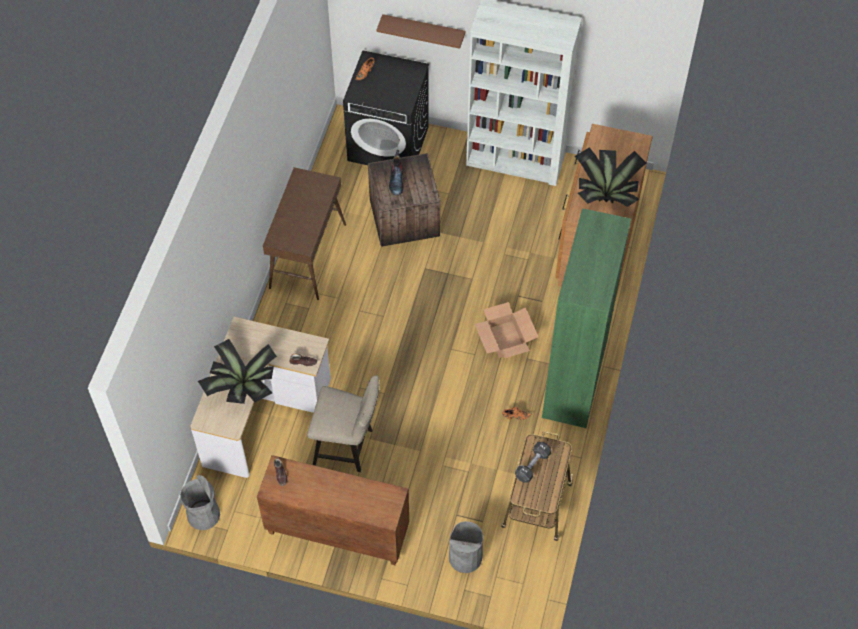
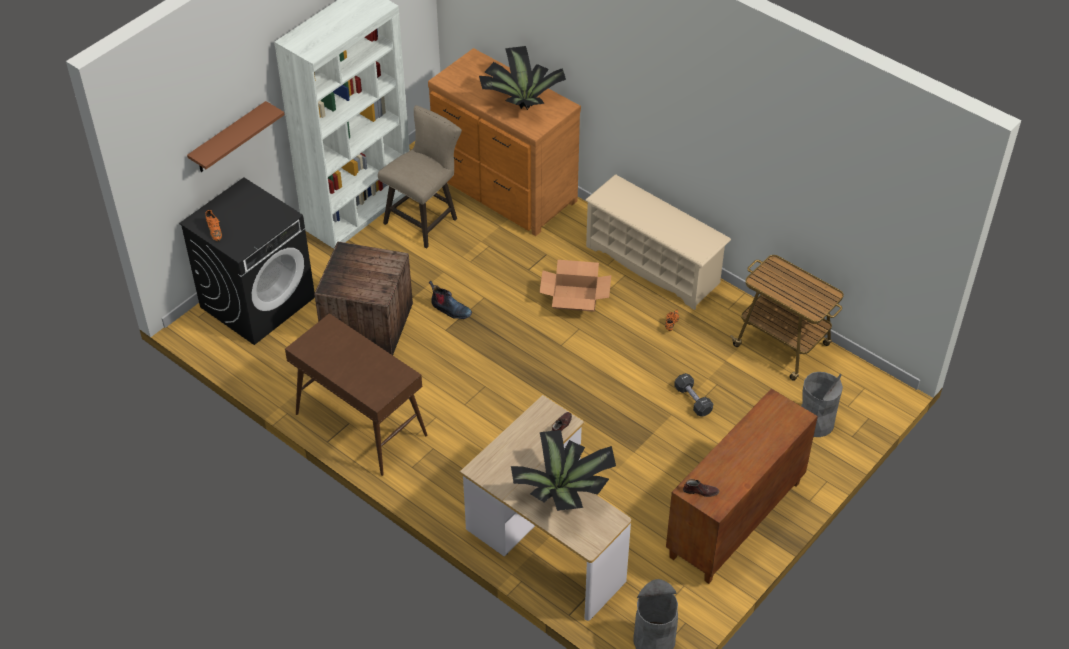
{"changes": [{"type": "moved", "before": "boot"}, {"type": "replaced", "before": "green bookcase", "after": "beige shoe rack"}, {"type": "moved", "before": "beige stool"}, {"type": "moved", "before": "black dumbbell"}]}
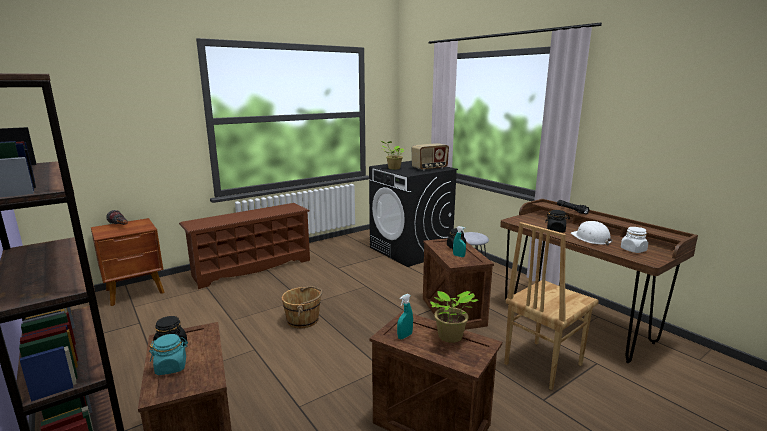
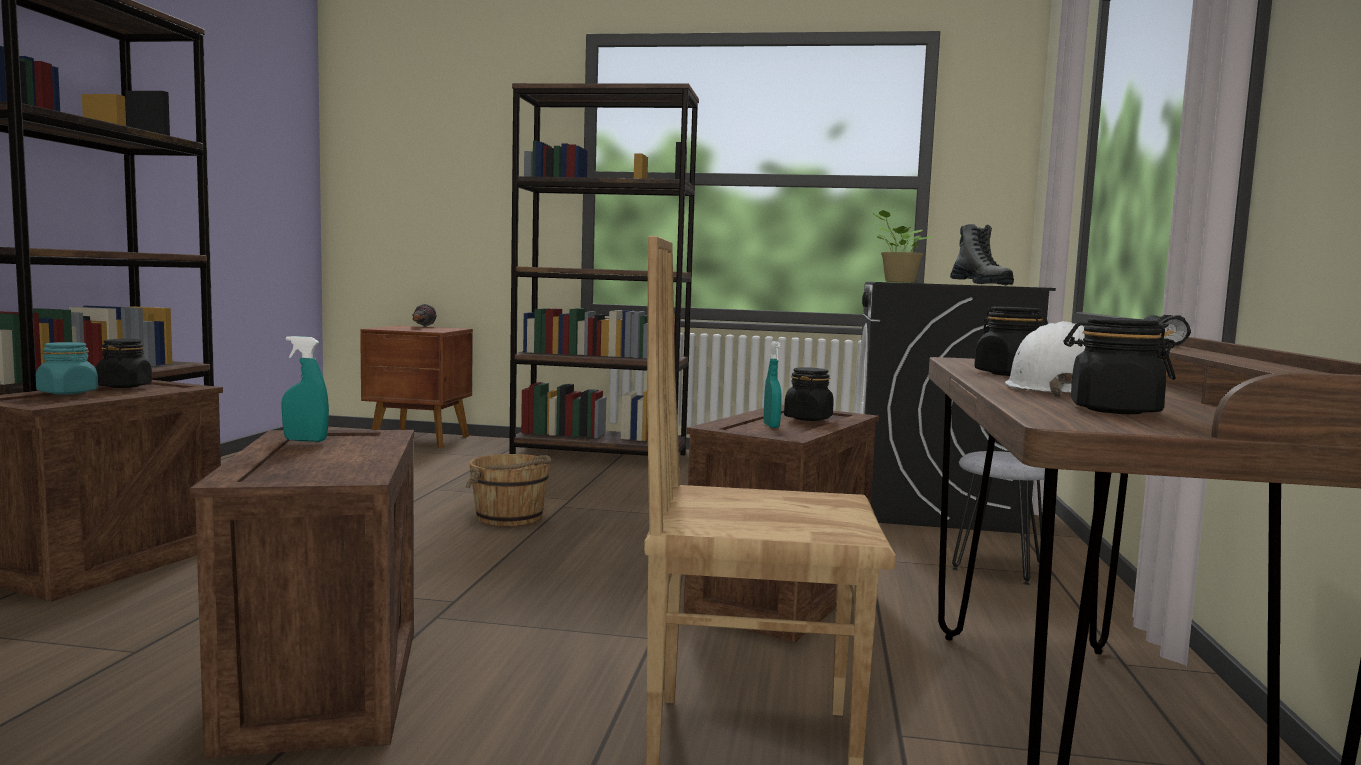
{"changes": [{"type": "replaced", "before": "radio", "after": "boot"}, {"type": "replaced", "before": "brown shoe rack", "after": "brown bookcase (2nd from left)"}, {"type": "recoloured", "before": "white jar", "after": "black jar (4th from left)"}, {"type": "removed", "before": "potted plant (2nd from left)"}]}
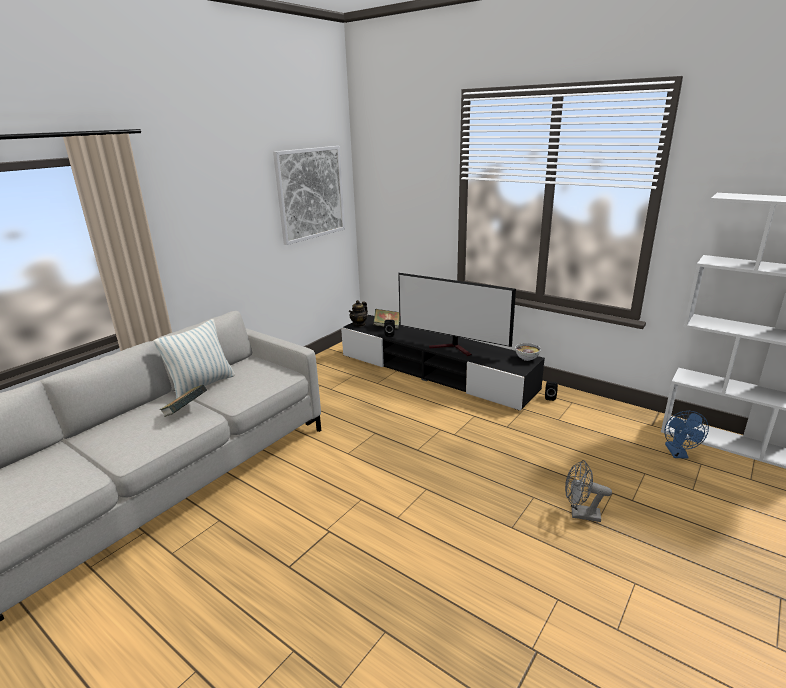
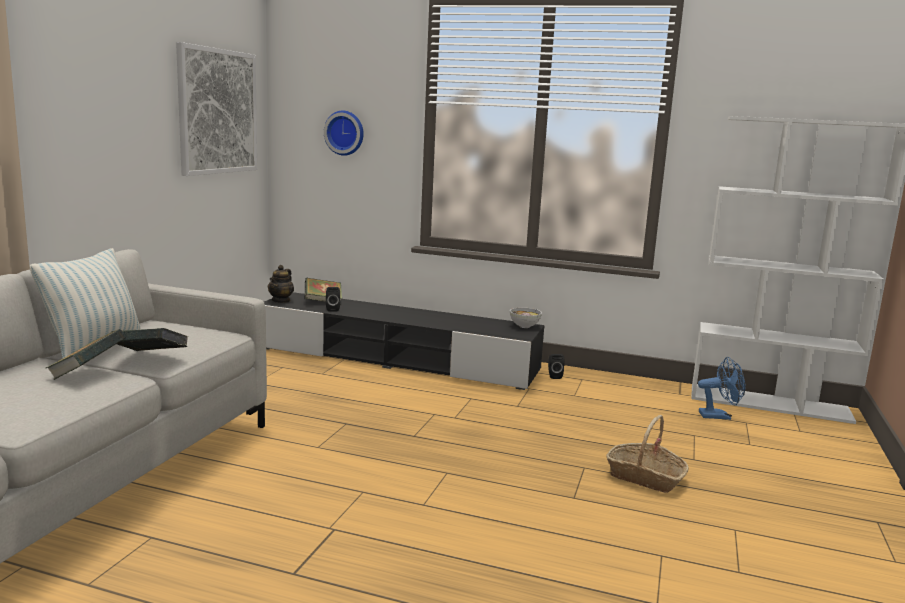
{"changes": [{"type": "removed", "before": "television"}, {"type": "turned", "before": "blue fan", "turn": -75}, {"type": "replaced", "before": "grey fan", "after": "basket"}, {"type": "added", "after": "wall clock"}, {"type": "added", "after": "book (2nd from left)"}]}
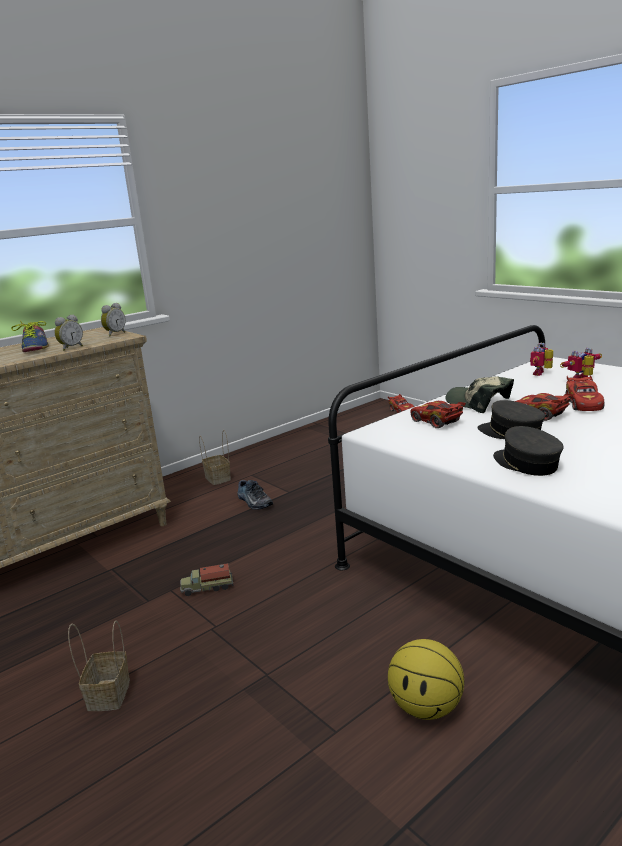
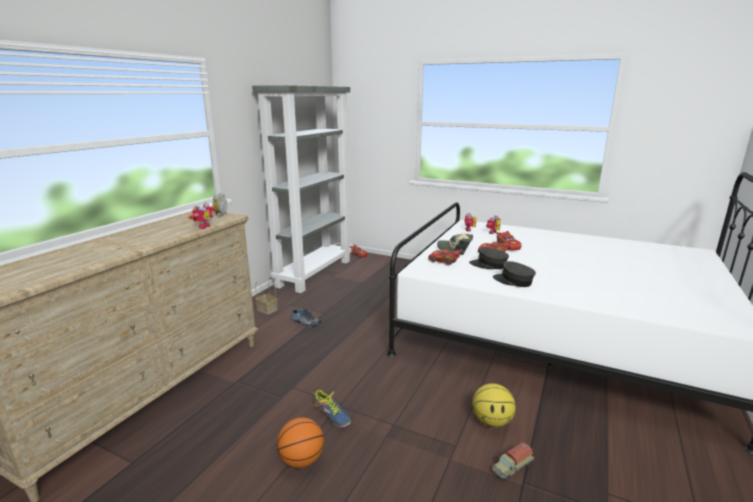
{"changes": [{"type": "replaced", "before": "alarm clock (1st from left)", "after": "toy robot (1st from left)"}, {"type": "moved", "before": "shoe (1st from left in the first image)", "after": "shoe (2nd from left)"}, {"type": "moved", "before": "toy truck"}, {"type": "replaced", "before": "basket (1st from left)", "after": "basketball (1st from left)"}, {"type": "added", "after": "grey bookcase"}]}
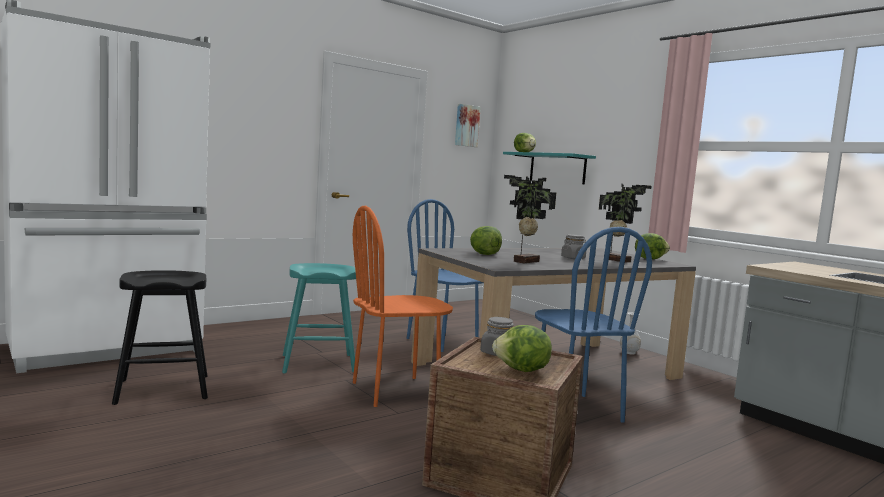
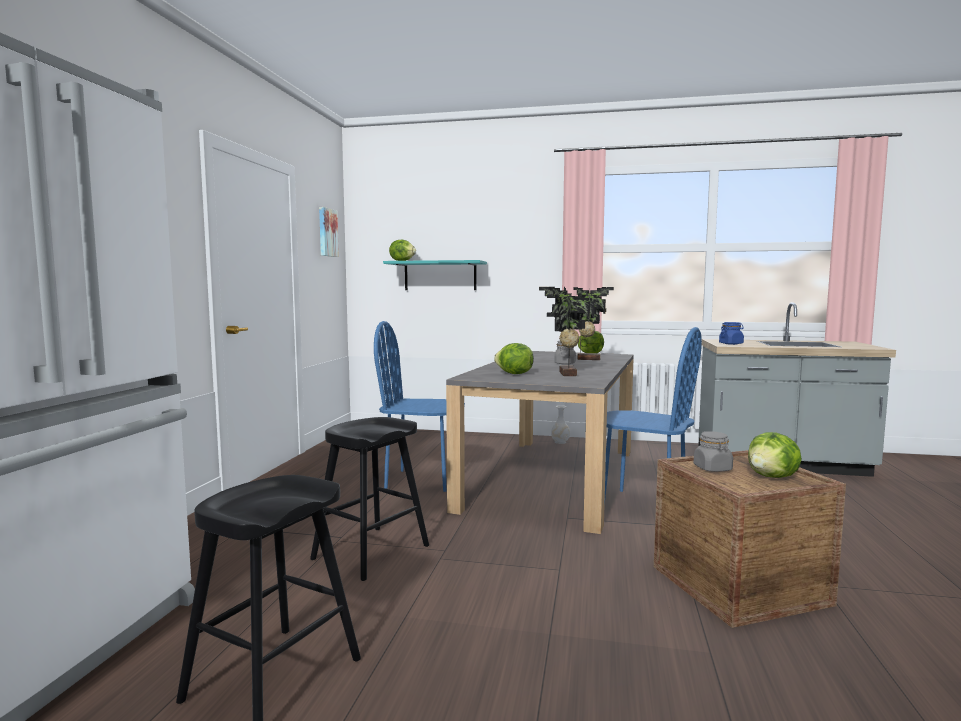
{"changes": [{"type": "removed", "before": "orange chair"}, {"type": "recoloured", "before": "turquoise stool", "after": "black stool (2nd from left)"}, {"type": "added", "after": "blue jar"}]}
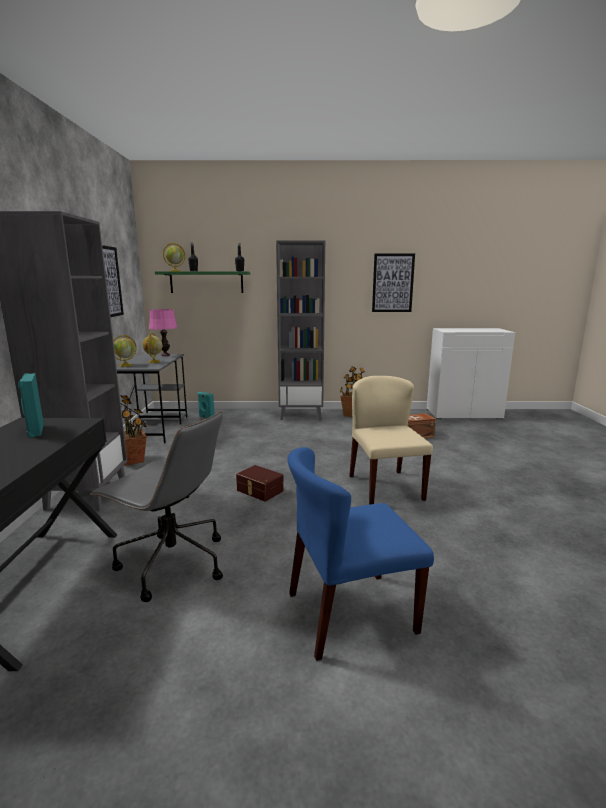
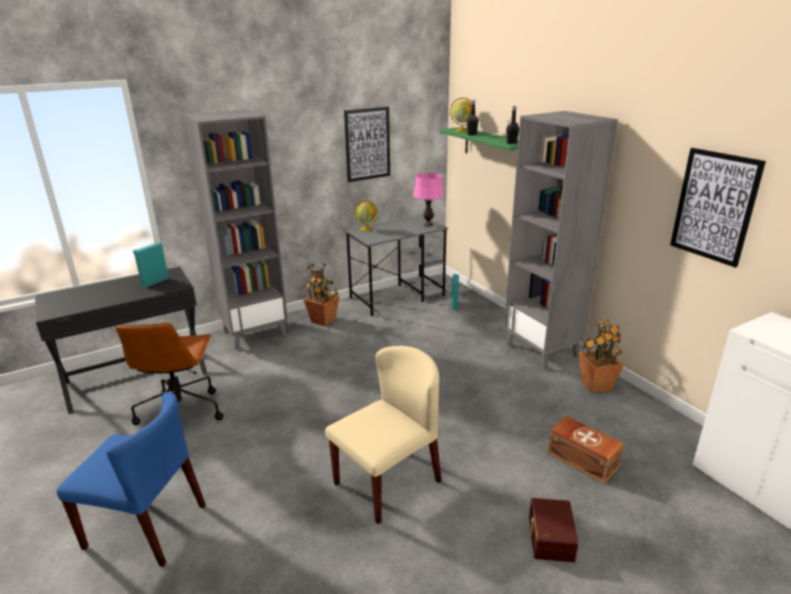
{"changes": [{"type": "removed", "before": "globe (2nd from left)"}, {"type": "recoloured", "before": "grey office chair", "after": "brown office chair"}, {"type": "turned", "before": "blue chair", "turn": 150}, {"type": "moved", "before": "brown storage box (1st from left)"}]}
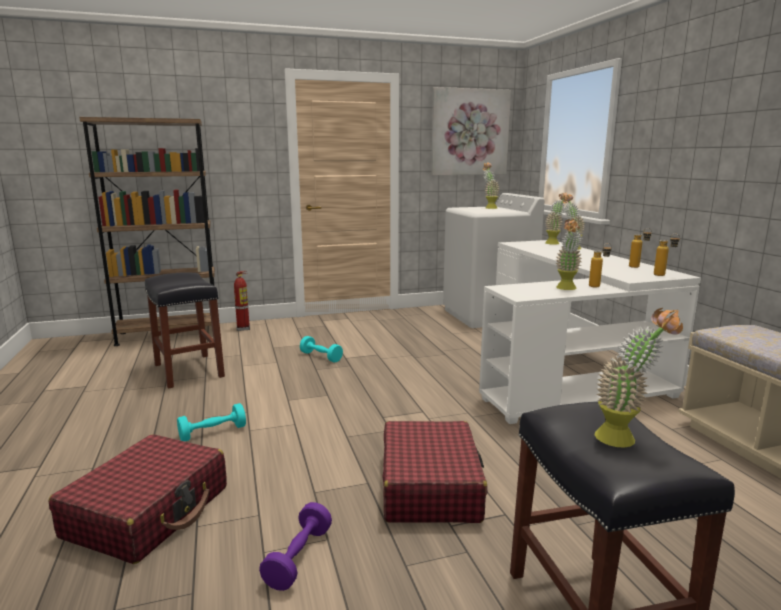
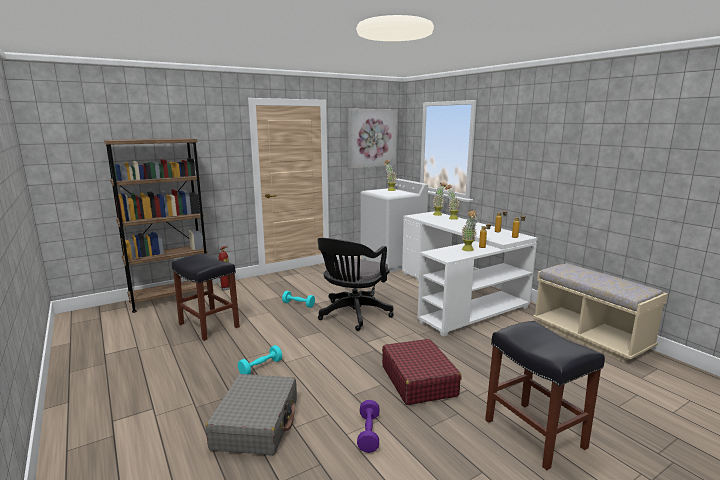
{"changes": [{"type": "removed", "before": "potted plant (5th from left)"}, {"type": "recoloured", "before": "red suitcase (1st from left)", "after": "grey suitcase"}, {"type": "added", "after": "black office chair"}]}
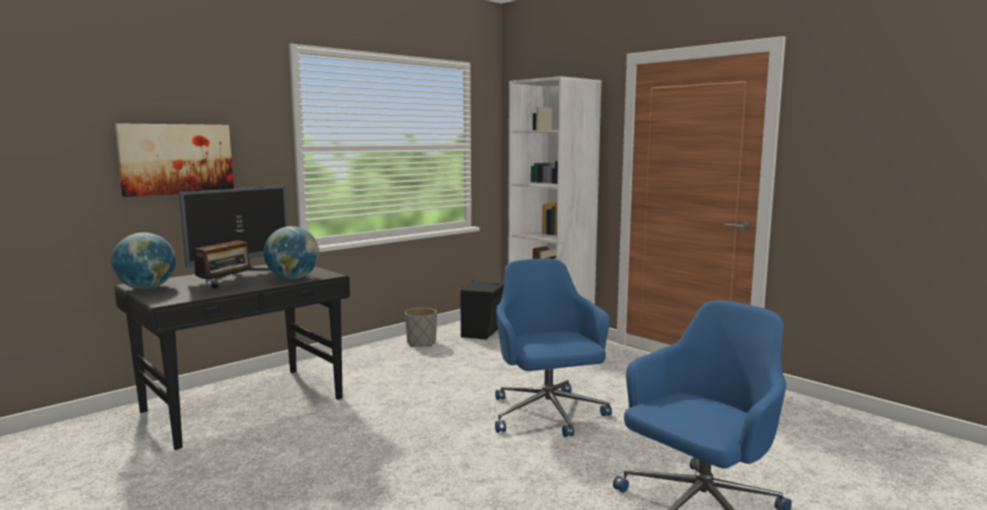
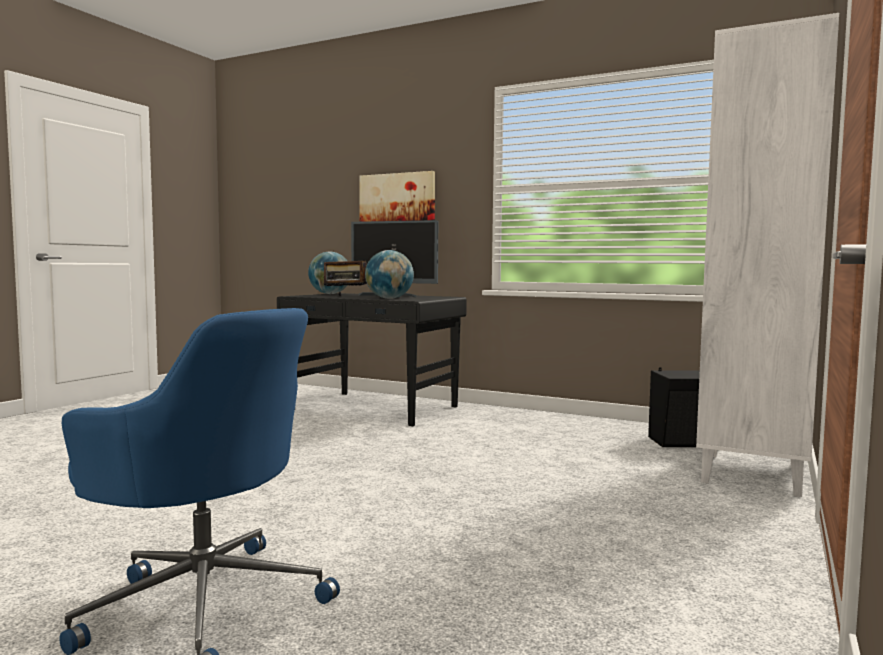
{"changes": [{"type": "removed", "before": "blue office chair (1st from left)"}, {"type": "removed", "before": "grey planter"}]}
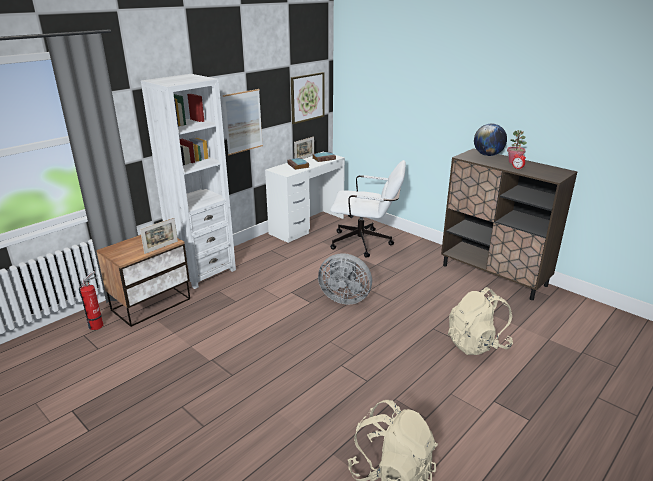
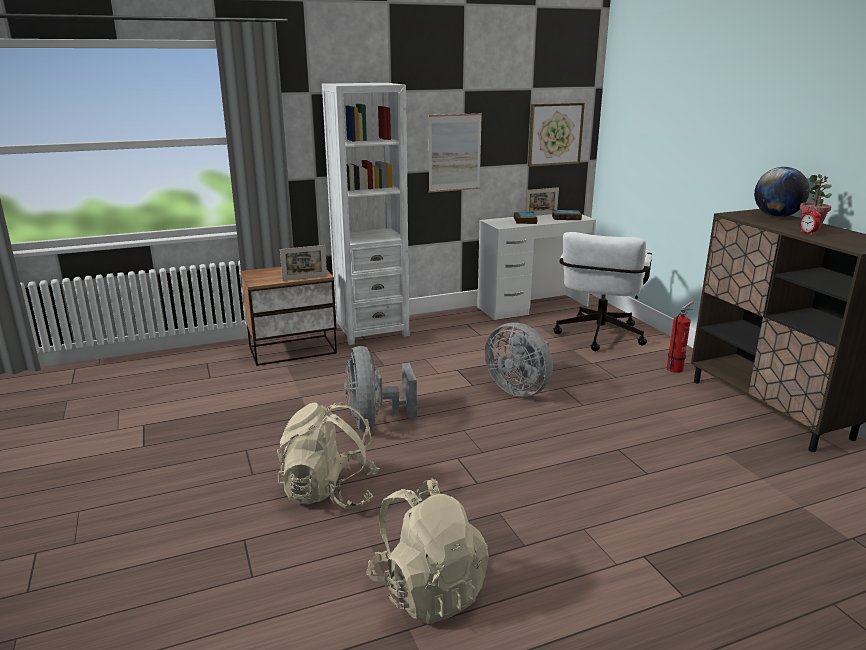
{"changes": [{"type": "turned", "before": "white office chair", "turn": 75}, {"type": "moved", "before": "fire extinguisher"}, {"type": "moved", "before": "beige backpack (2nd from left in the first image)", "after": "beige backpack (1st from left)"}, {"type": "added", "after": "grey fan (1st from left)"}]}
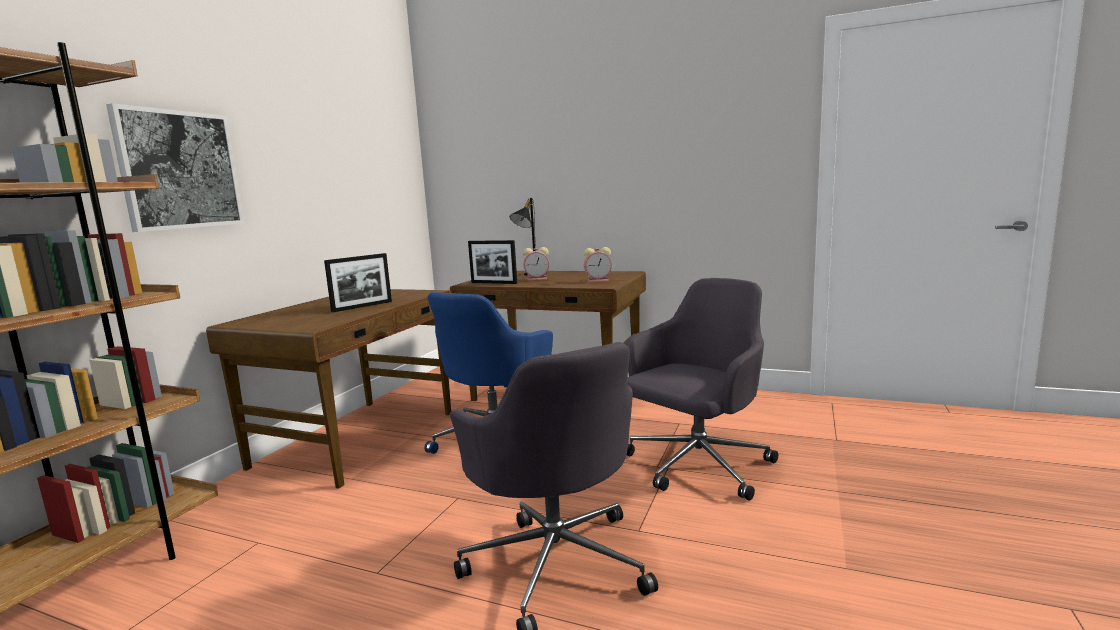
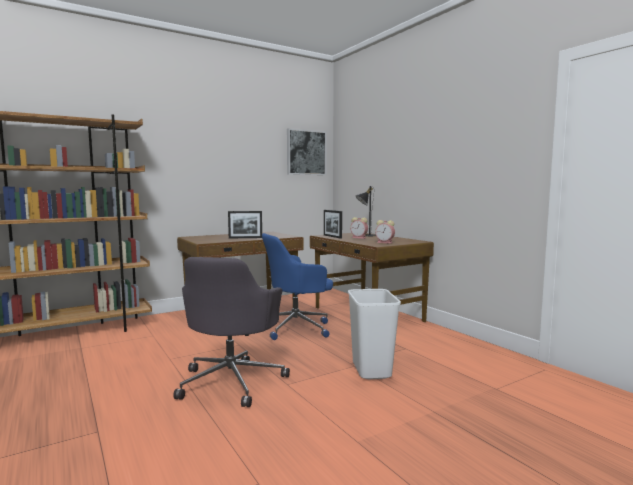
{"changes": [{"type": "moved", "before": "picture"}, {"type": "replaced", "before": "grey office chair (2nd from left)", "after": "white trash can"}]}
